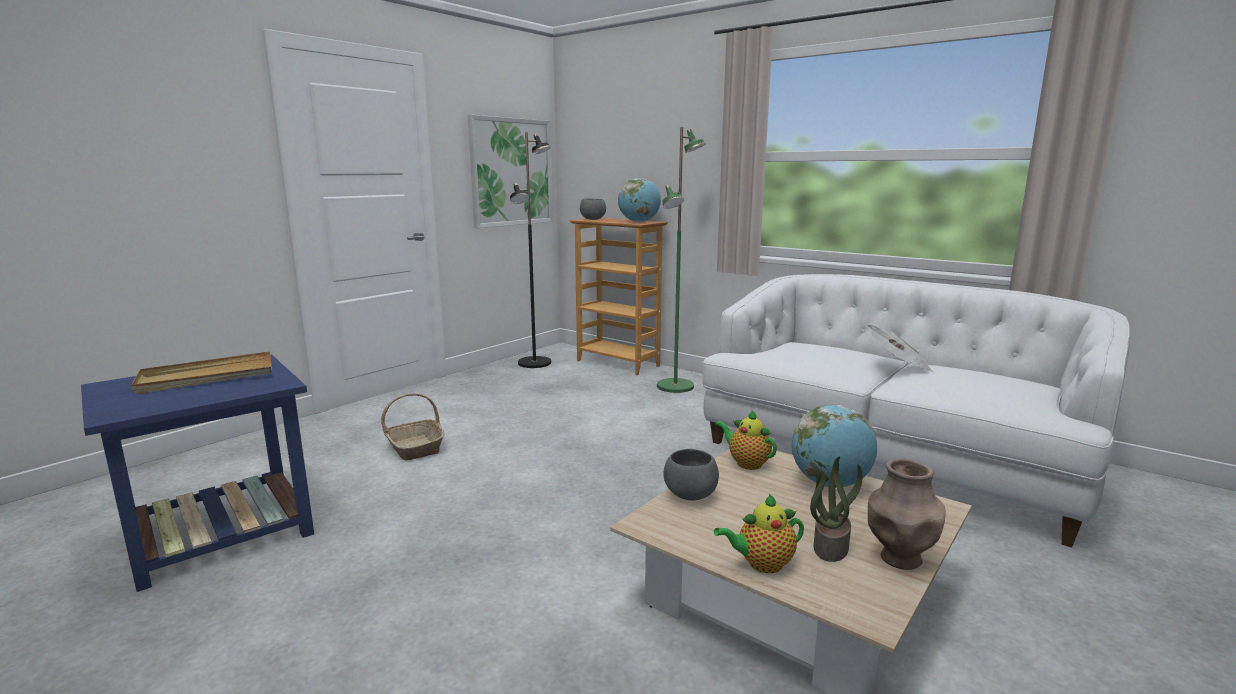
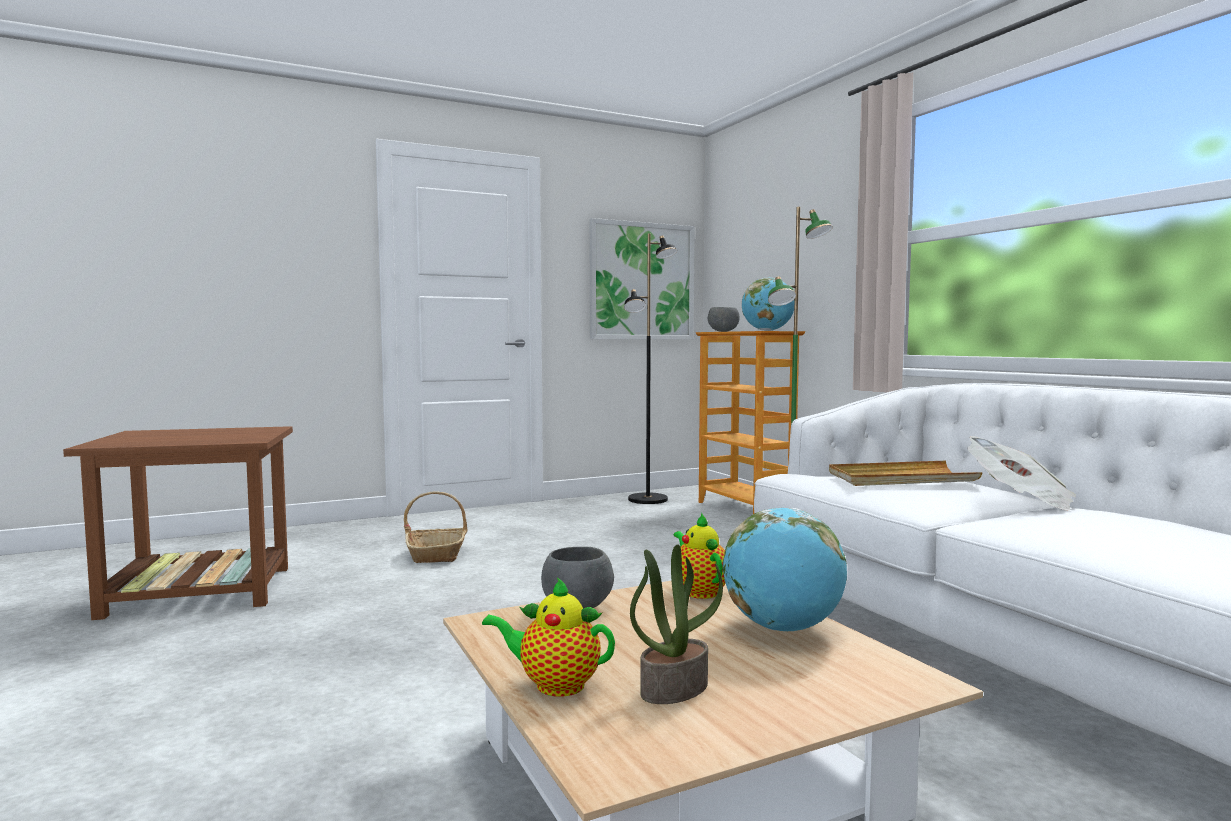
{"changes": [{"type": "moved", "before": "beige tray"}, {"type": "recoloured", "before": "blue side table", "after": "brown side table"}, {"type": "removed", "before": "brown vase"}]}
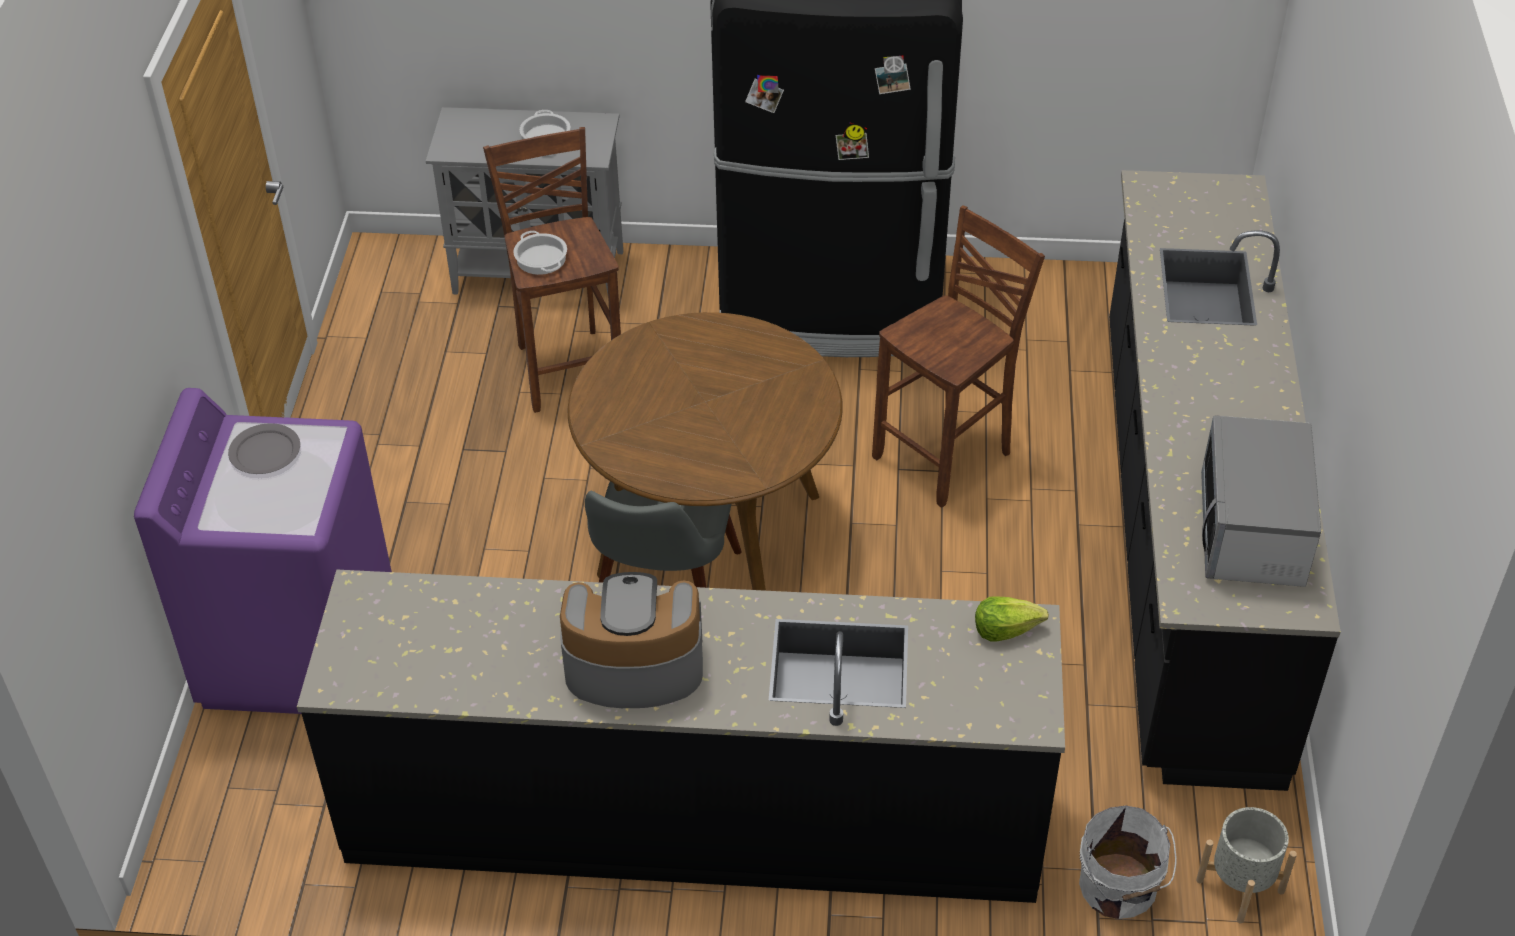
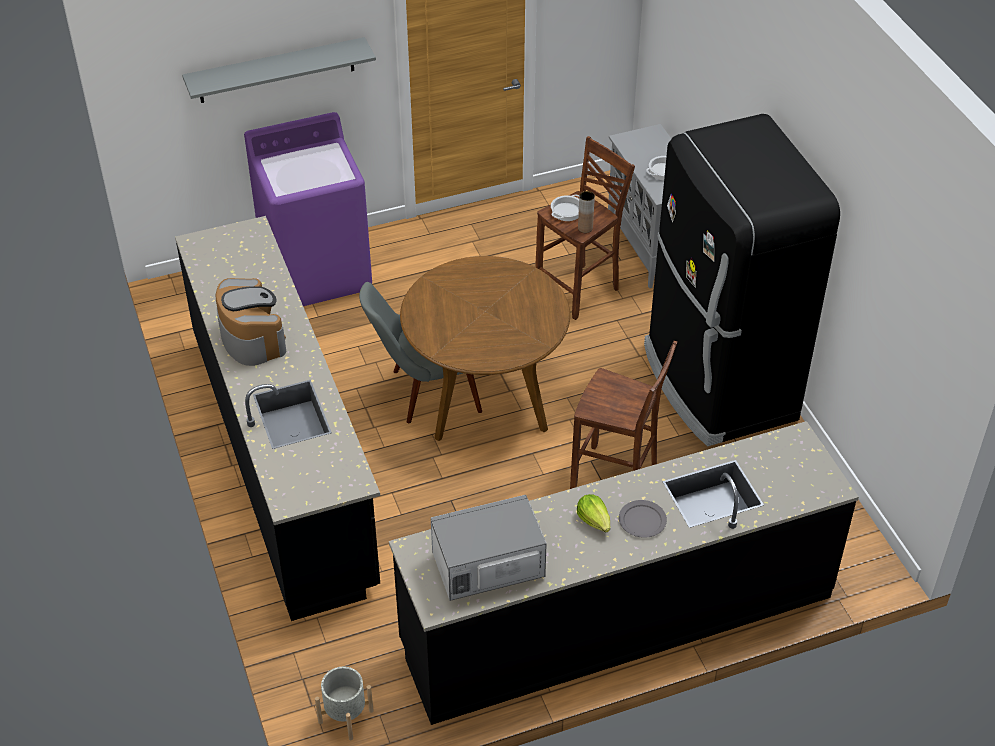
{"changes": [{"type": "moved", "before": "grey plate"}, {"type": "moved", "before": "lettuce"}, {"type": "removed", "before": "white bucket"}, {"type": "added", "after": "grey shelf"}, {"type": "added", "after": "brown vase"}]}
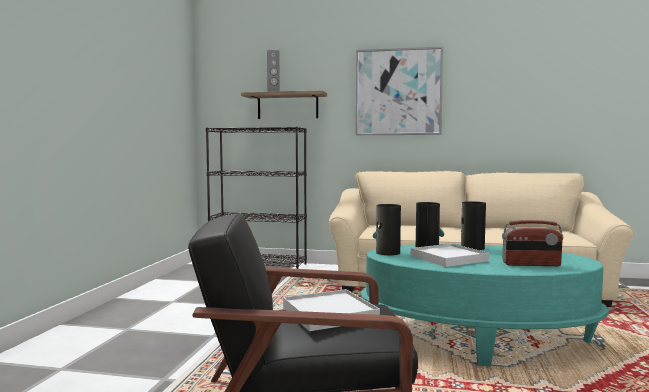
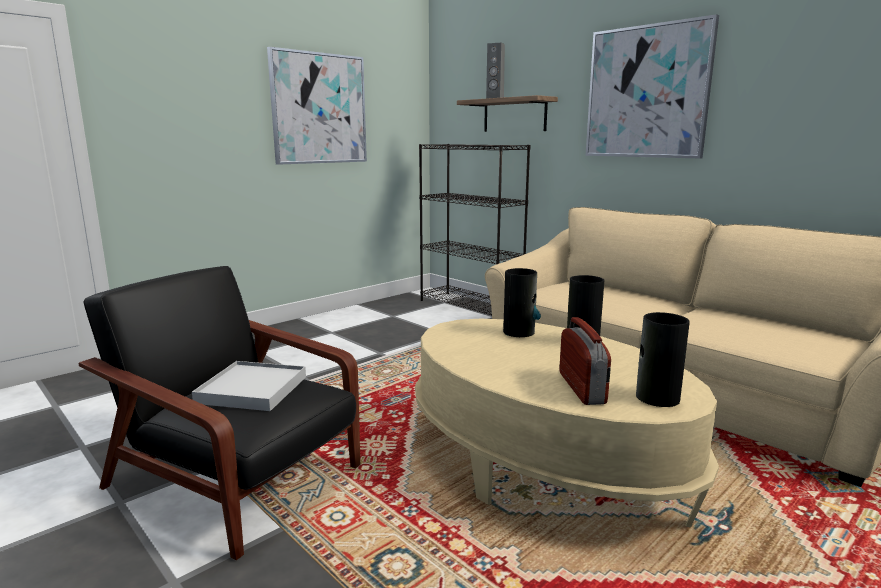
{"changes": [{"type": "moved", "before": "vase (1st from left in the first image)", "after": "vase (3rd from left)"}, {"type": "turned", "before": "radio", "turn": -135}, {"type": "recoloured", "before": "turquoise coffee table", "after": "beige coffee table"}, {"type": "removed", "before": "white tray (2nd from left)"}, {"type": "added", "after": "picture (1st from left)"}]}
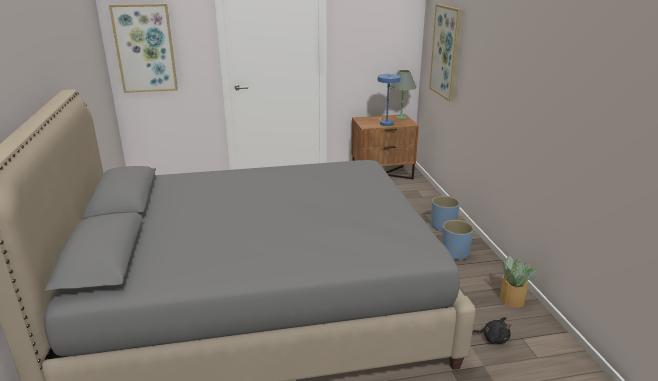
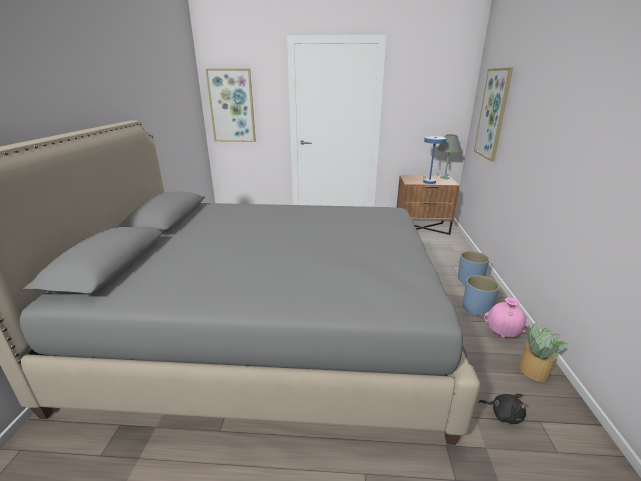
{"changes": [{"type": "added", "after": "pink vase"}]}
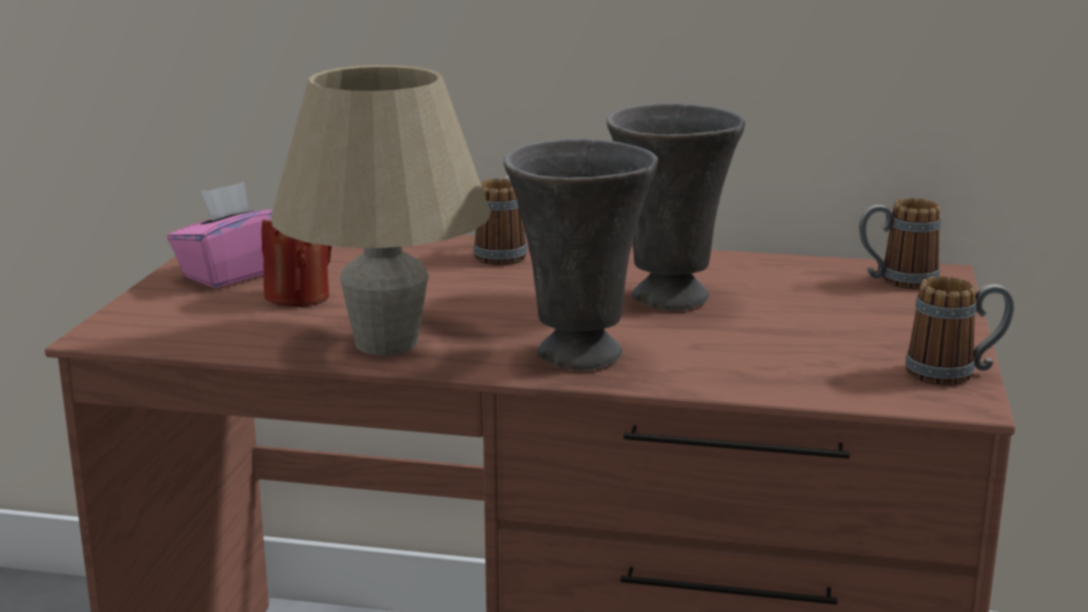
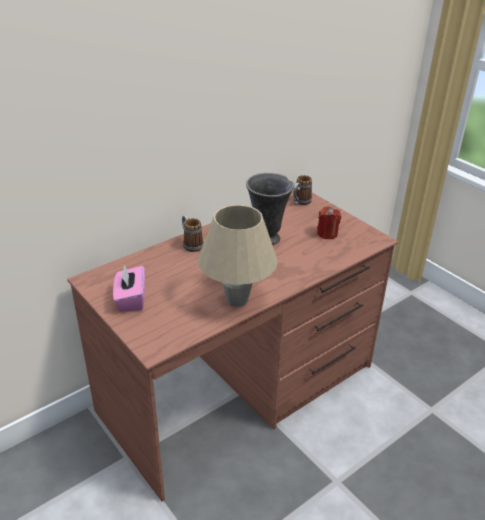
{"changes": [{"type": "removed", "before": "grey vase (1st from left)"}, {"type": "moved", "before": "red candle"}, {"type": "removed", "before": "mug (3rd from left)"}]}
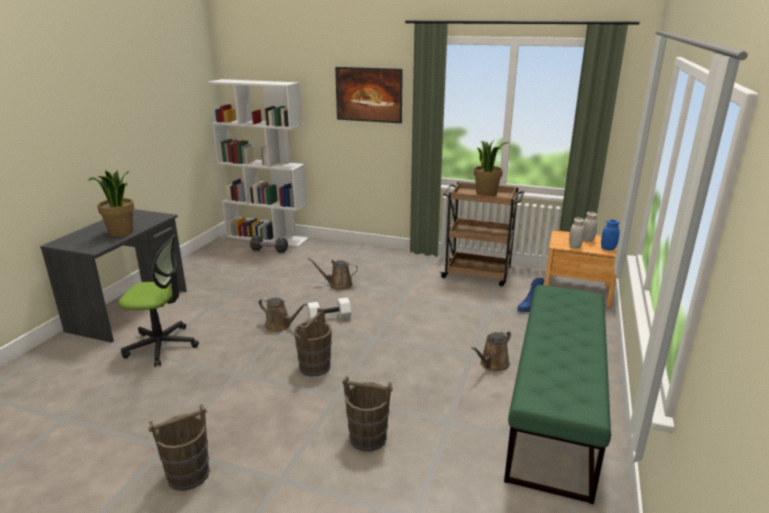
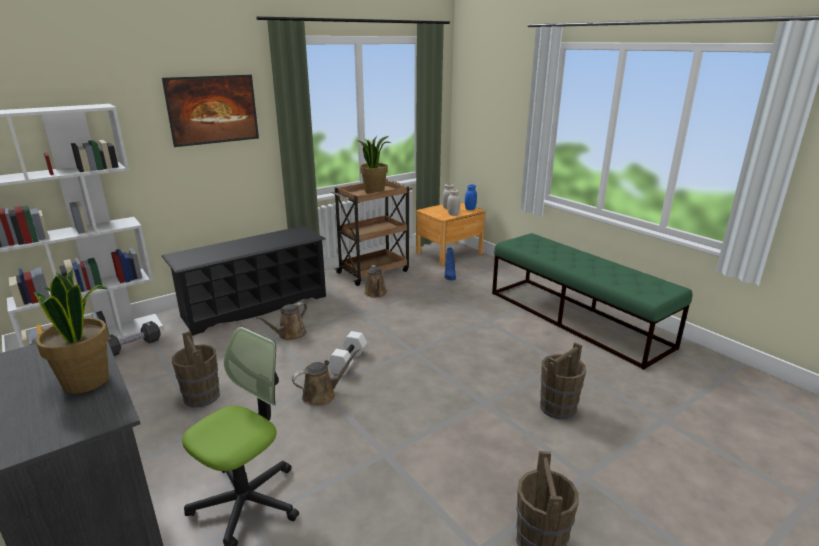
{"changes": [{"type": "moved", "before": "brown bucket (2nd from left in the first image)", "after": "brown bucket (1st from left)"}, {"type": "moved", "before": "brown watering can (3rd from left)"}, {"type": "added", "after": "black shoe rack"}]}
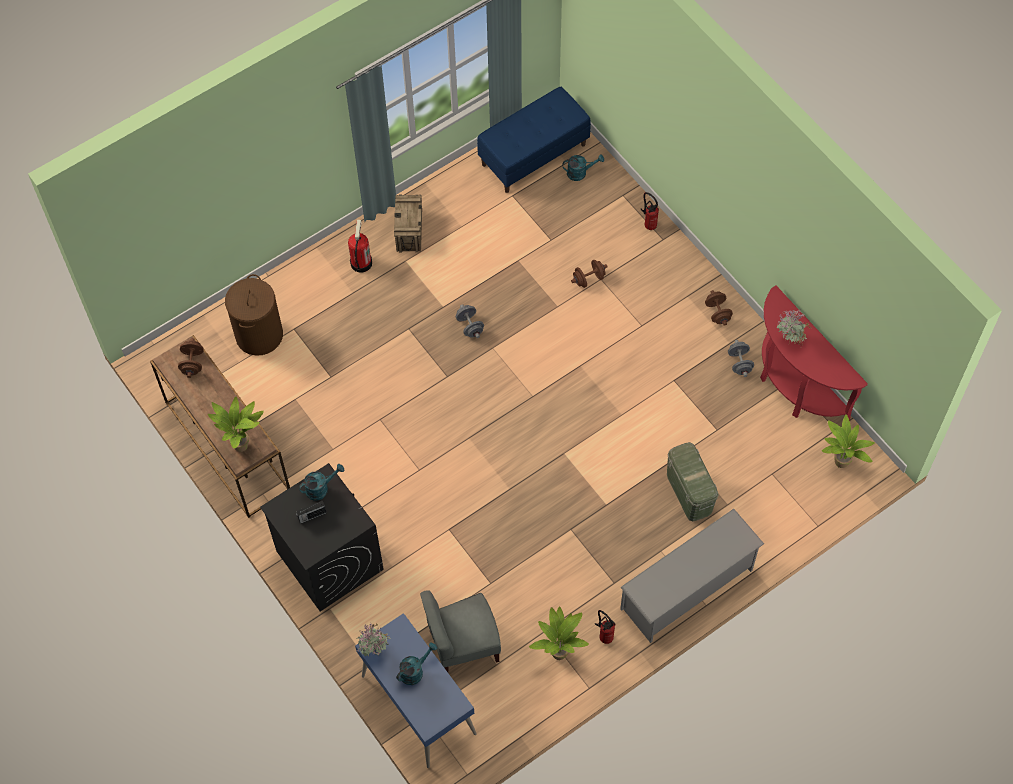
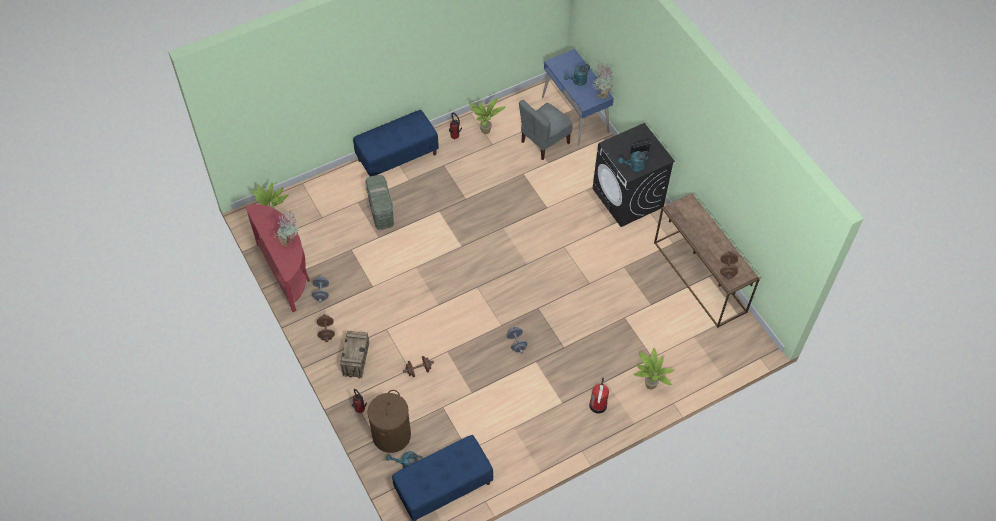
{"changes": [{"type": "moved", "before": "crate"}, {"type": "moved", "before": "brown laundry basket"}, {"type": "moved", "before": "potted plant (1st from left in the first image)", "after": "potted plant (5th from left)"}, {"type": "replaced", "before": "grey shoe rack", "after": "blue bench (1st from left)"}, {"type": "turned", "before": "grey chair", "turn": 150}]}
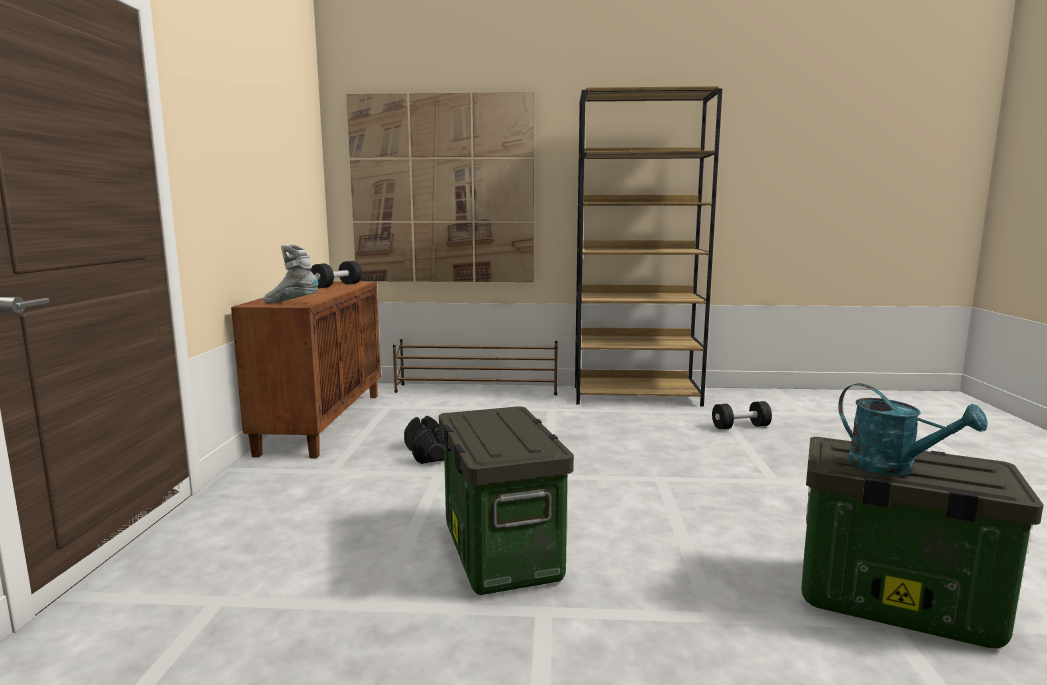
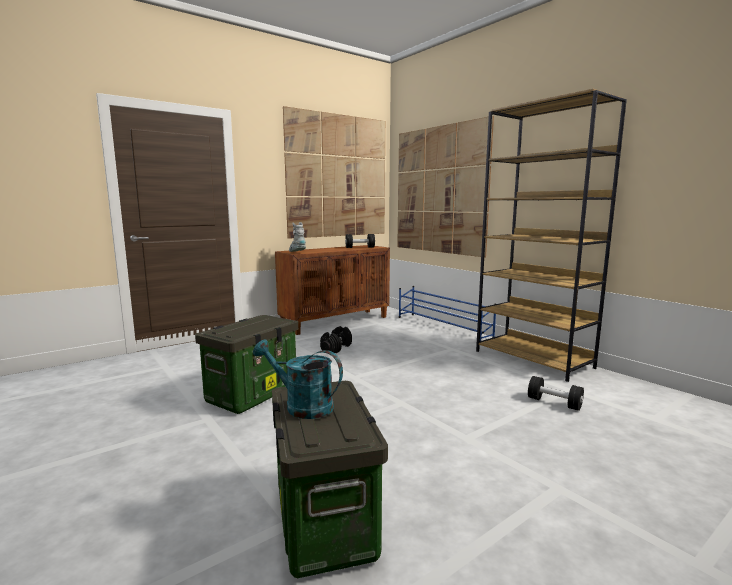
{"changes": [{"type": "recoloured", "before": "brown shoe rack", "after": "blue shoe rack"}, {"type": "turned", "before": "turquoise watering can", "turn": 105}, {"type": "added", "after": "picture (1st from left)"}]}
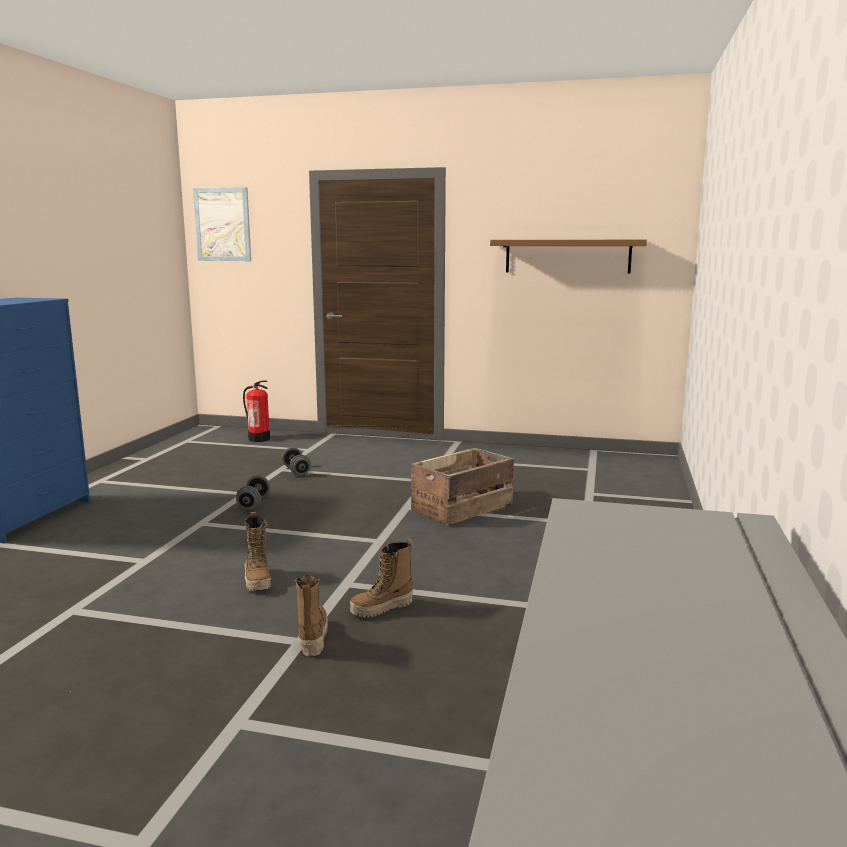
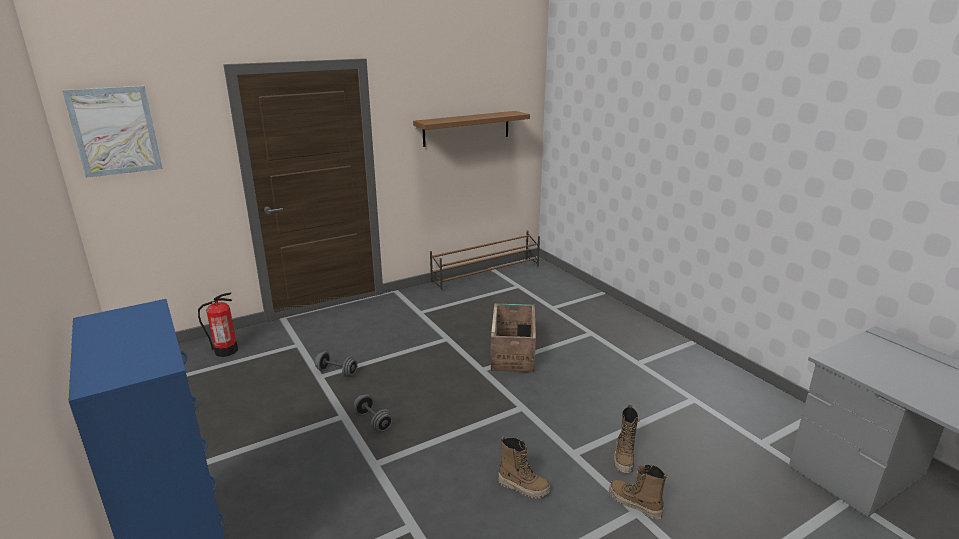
{"changes": [{"type": "added", "after": "brown shoe rack"}]}
